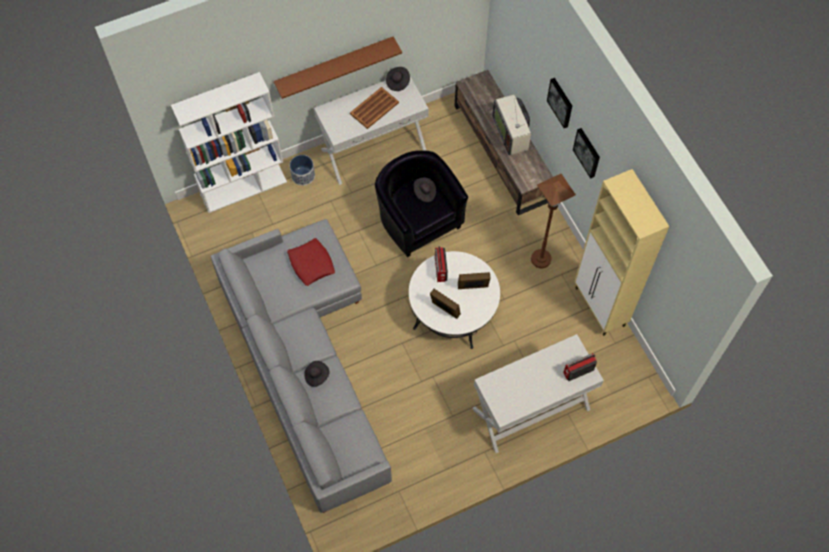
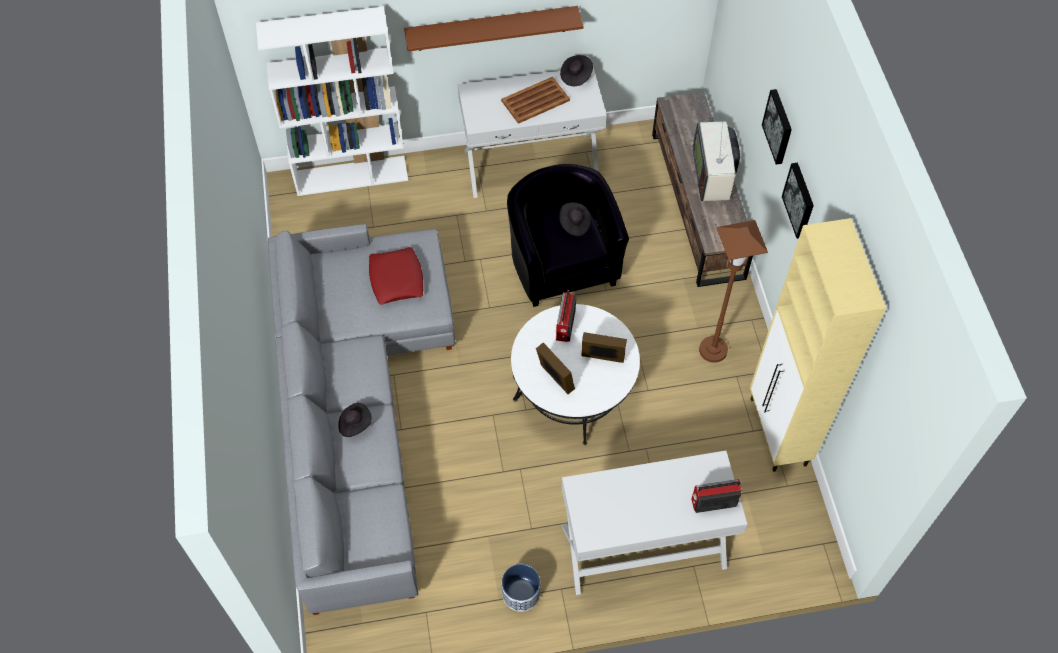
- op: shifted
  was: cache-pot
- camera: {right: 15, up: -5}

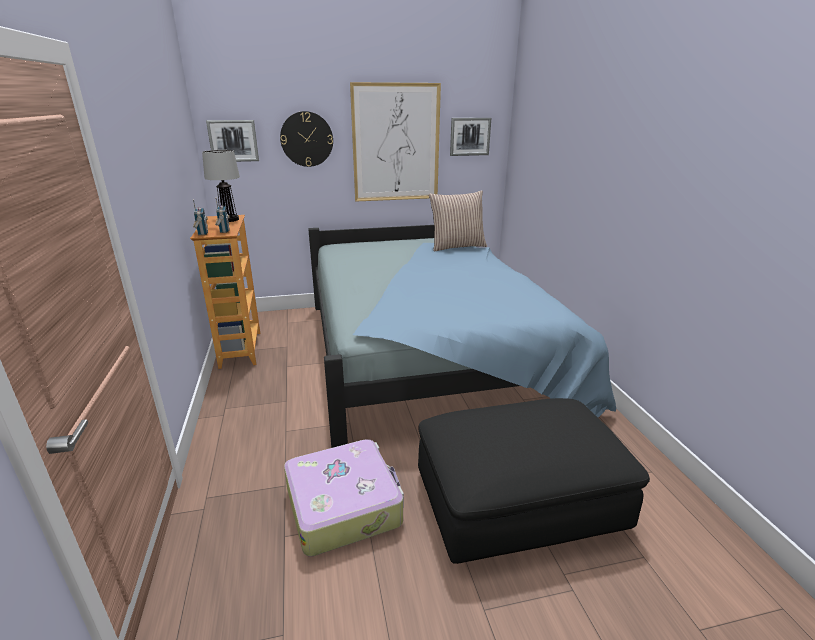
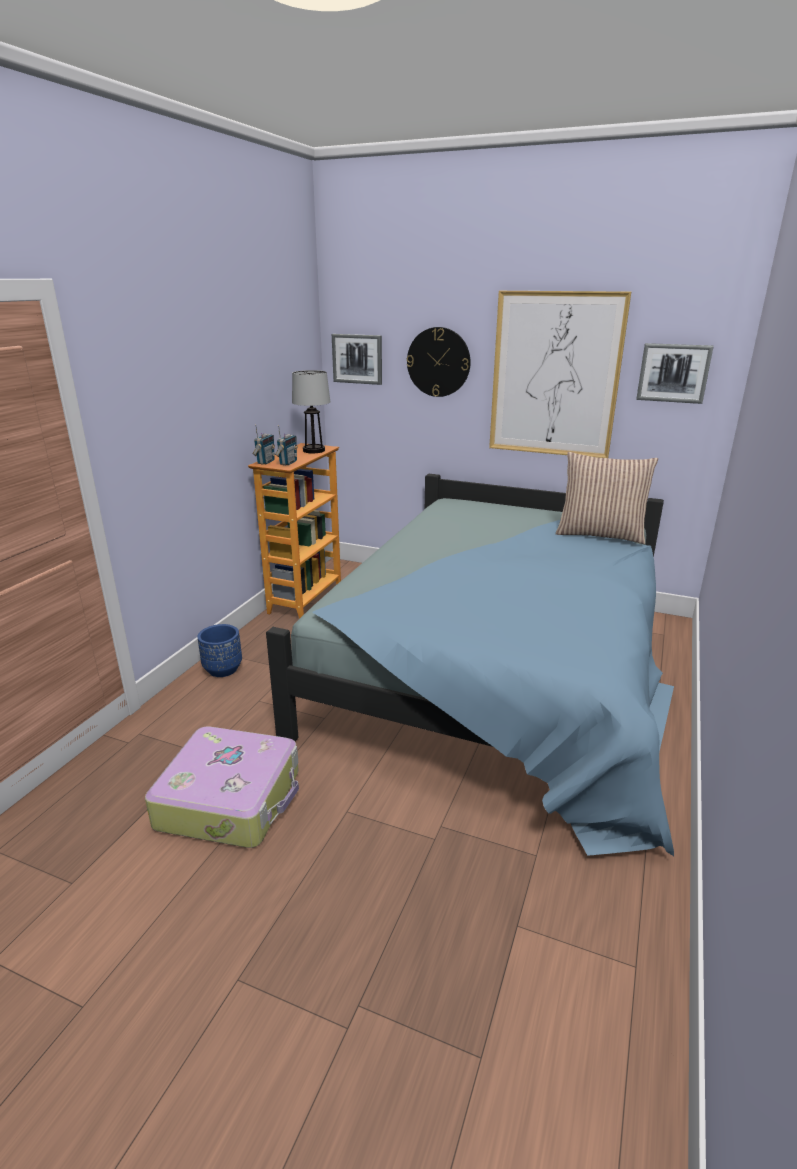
- op: gone
  was: pouf/noir
- op: new
  now: cache-pot/bleu
- camera: {right: 35, up: 0}

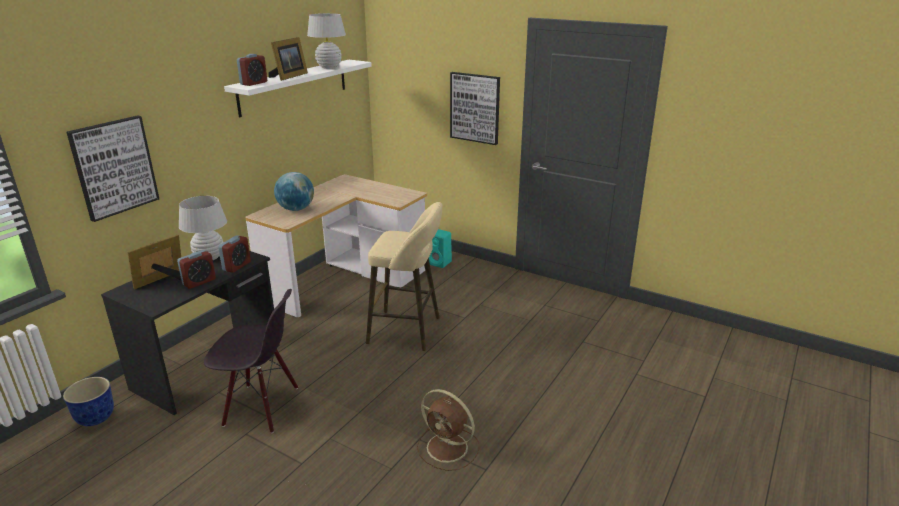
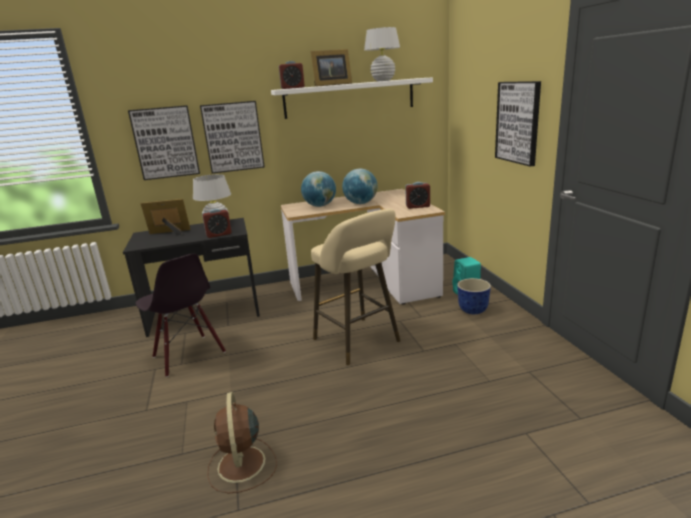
- op: shifted
  was: réveil (no. 1 from left in the first image)
  now: réveil (no. 3 from left)
- op: shifted
  was: cache-pot
- op: new
  now: tableau (no. 2 from left)
- op: new
  now: globe (no. 2 from left)
- camera: {right: 45, up: -5}

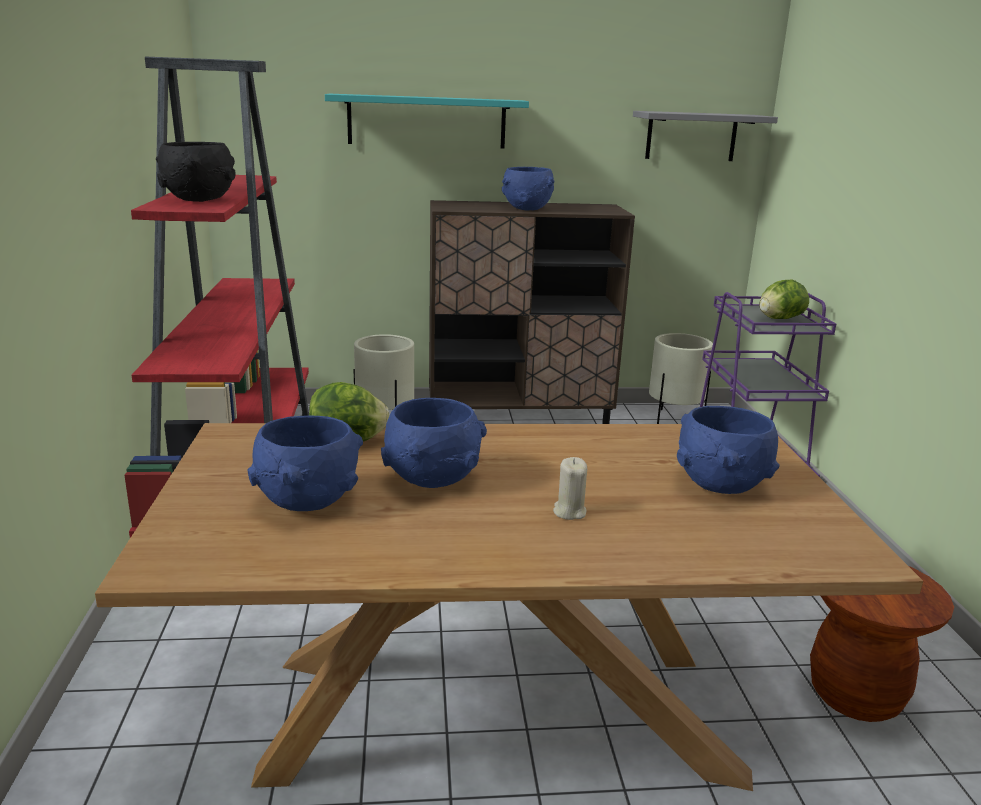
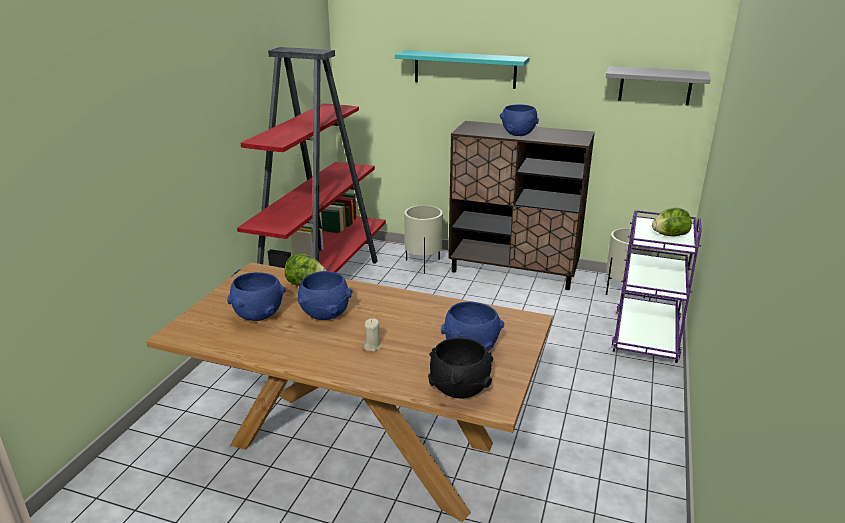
- op: shifted
  was: bol/noir
- op: gone
  was: tabouret/marron
- camera: {right: 25, up: 5}

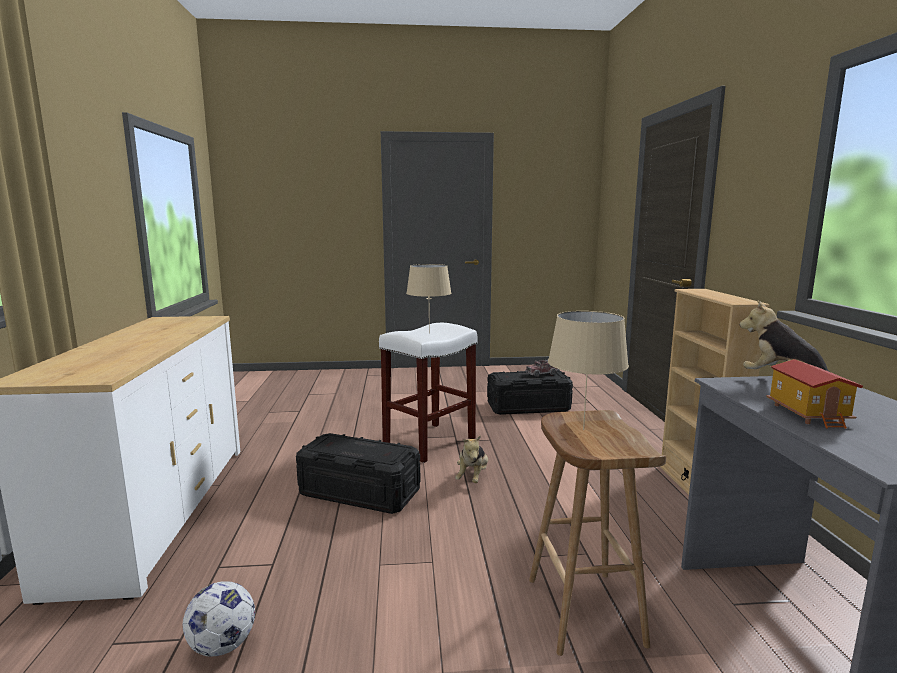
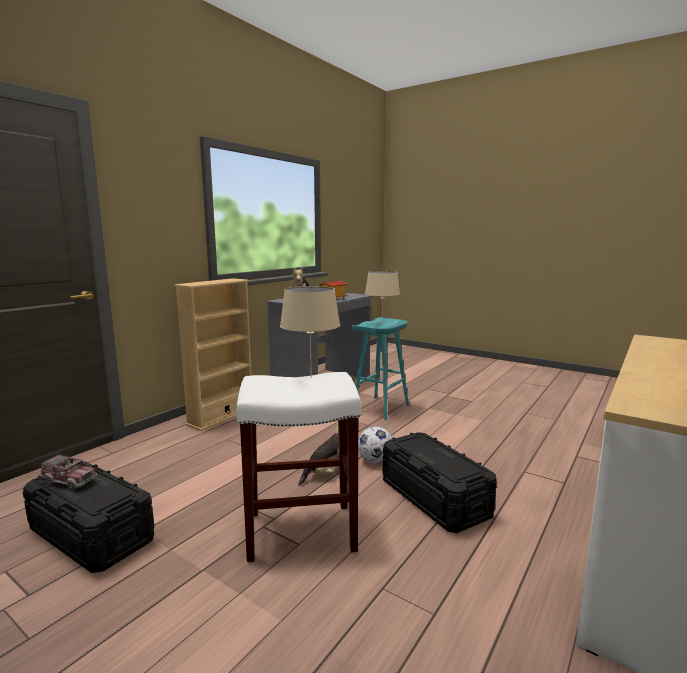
- op: repainted
  was: tabouret/marron
  now: tabouret/turquoise
- op: shifted
  was: ballon de foot
- camera: {right: -140, up: 0}

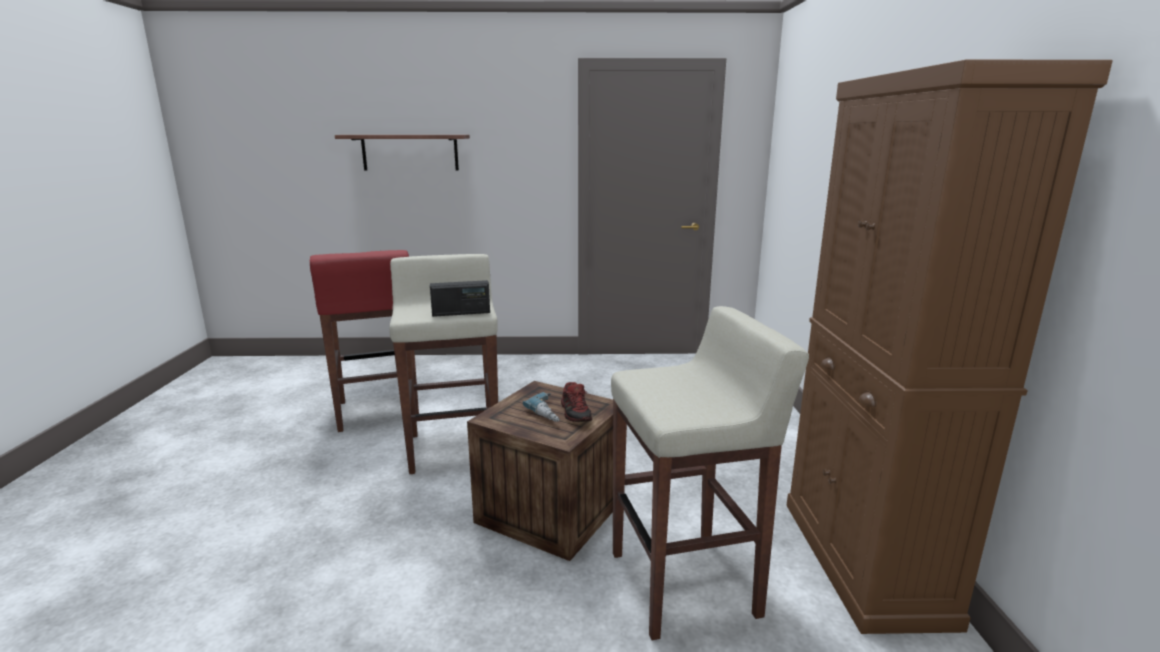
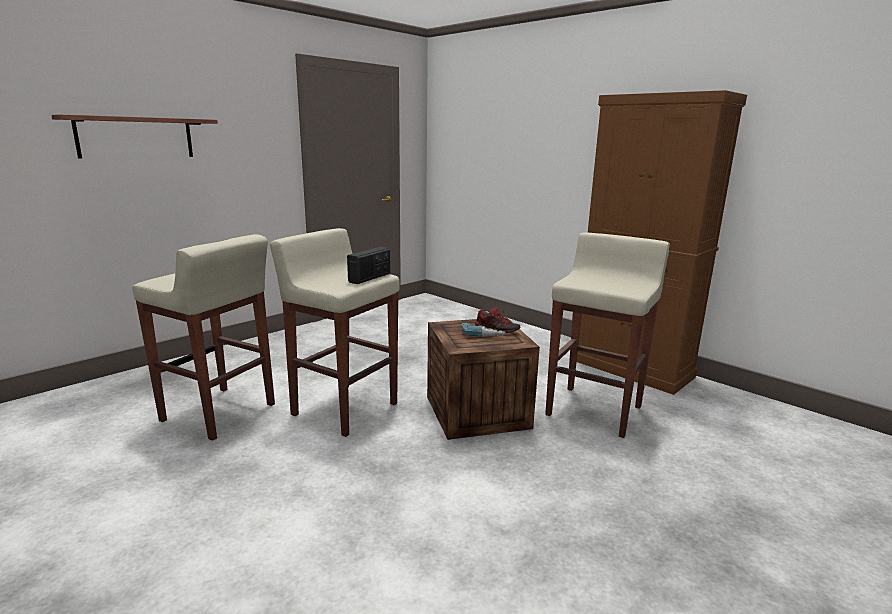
- op: repainted
  was: tabouret/rouge
  now: tabouret/beige (no. 1 from left)
- camera: {right: -45, up: 0}

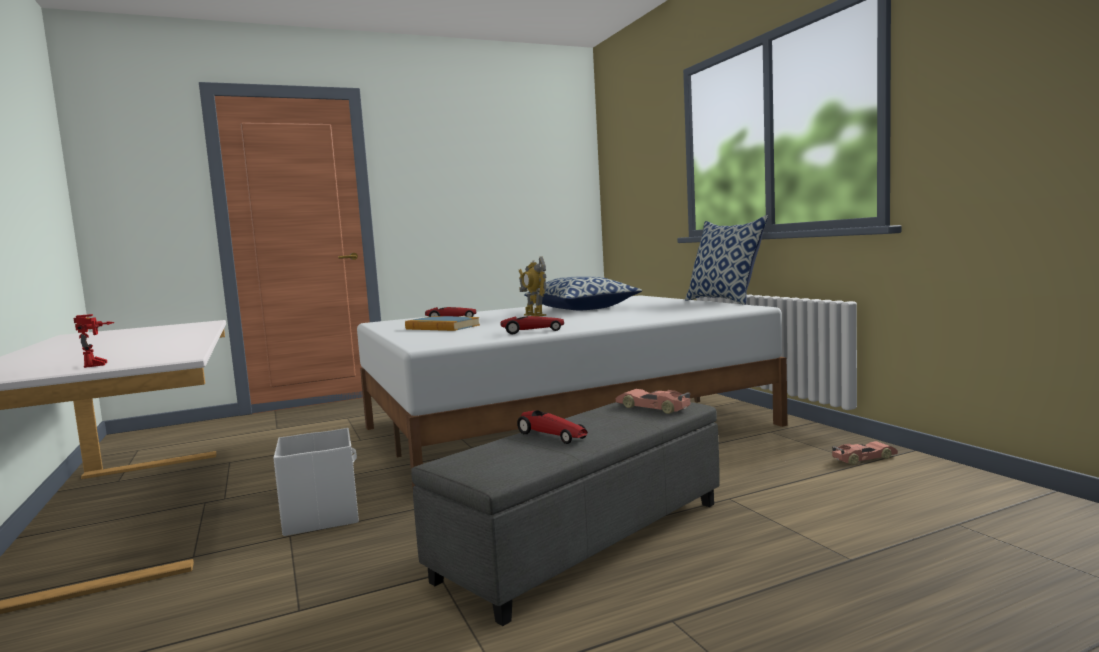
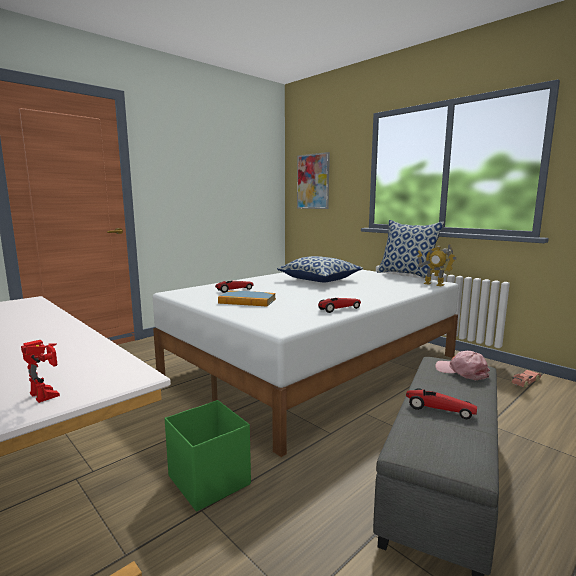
- op: shifted
  was: robot jouet (no. 2 from left)
- op: swapped
  was: petite voiture (no. 4 from left)
  now: casquette/rose
- op: repainted
  was: boîte de rangement/blanc
  now: boîte de rangement/vert
- op: new
  now: tableau
- camera: {right: -20, up: 5}

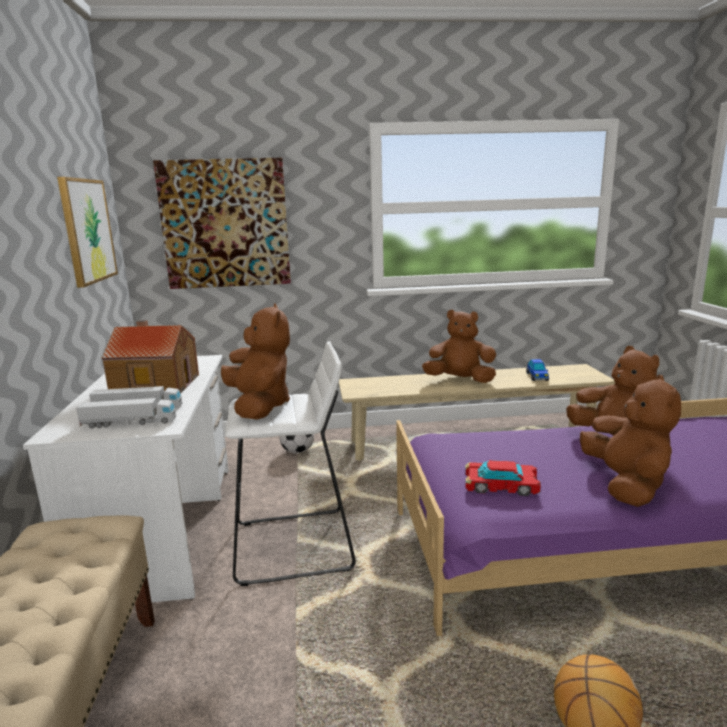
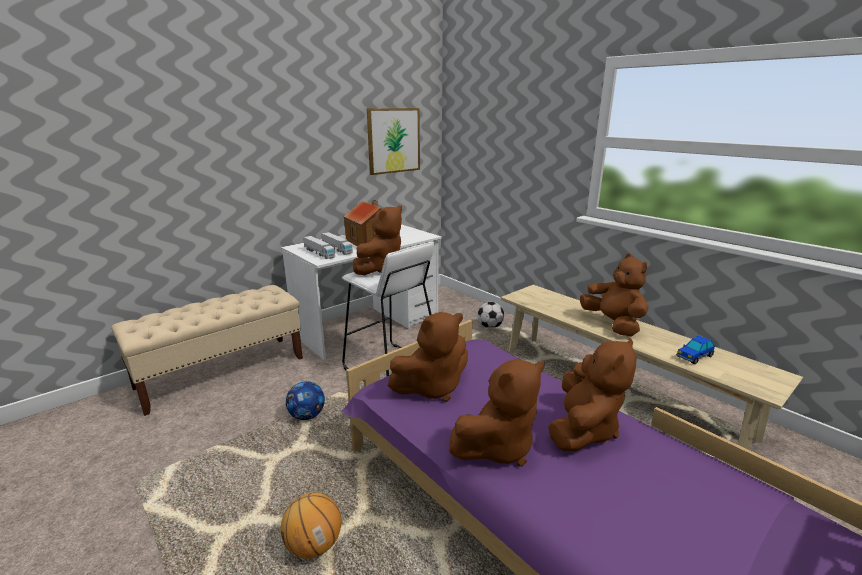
- op: gone
  was: tableau (no. 2 from left)
- op: swapped
  was: petite voiture (no. 1 from left)
  now: peluche/marron (no. 2 from left)
- op: new
  now: ballon de foot (no. 1 from left)
- camera: {right: 55, up: 5}

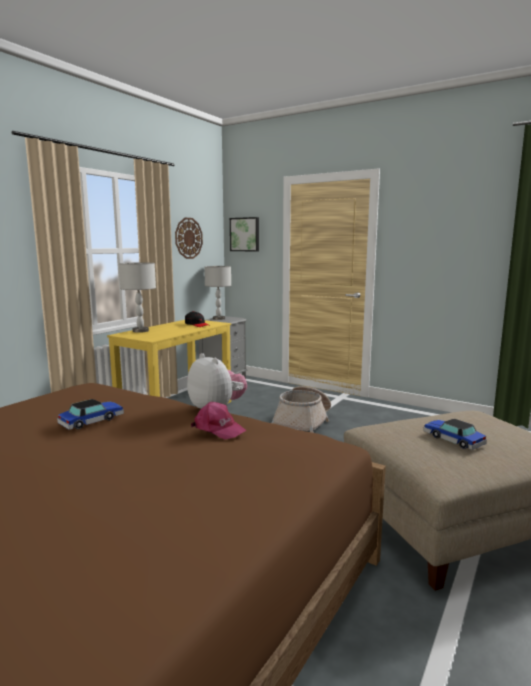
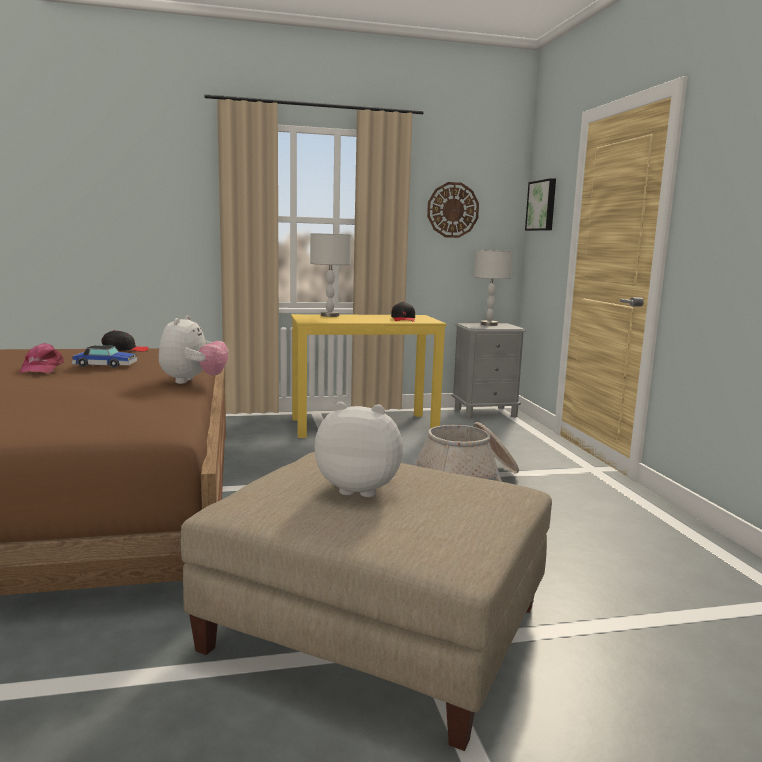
- op: shifted
  was: casquette/rose
- op: swapped
  was: petite voiture (no. 2 from left)
  now: peluche (no. 2 from left)
- op: new
  now: casquette/noir (no. 1 from left)
- camera: {right: 45, up: 0}

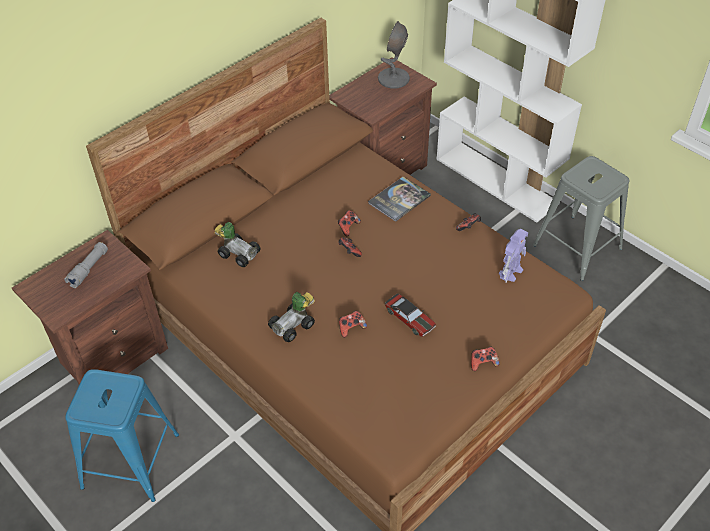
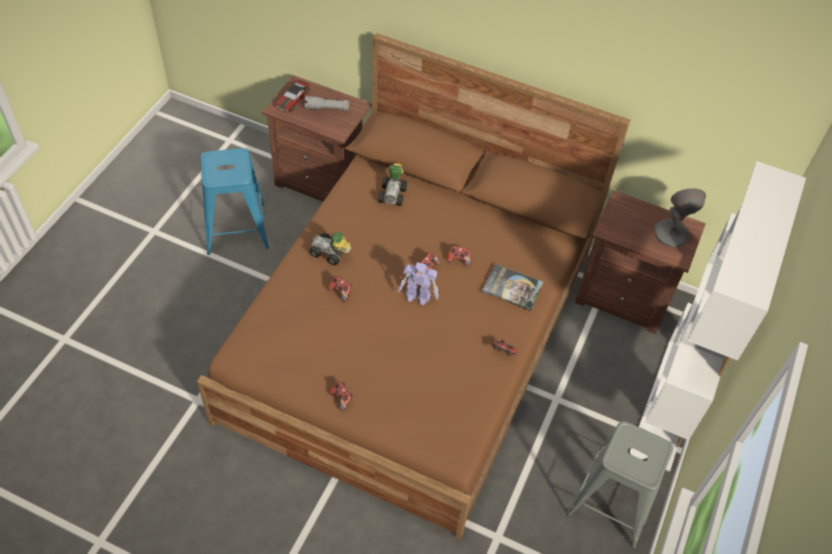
- op: shifted
  was: robot jouet
- op: shifted
  was: petite voiture (no. 3 from left in the first image)
  now: petite voiture (no. 1 from left)
- camera: {right: 65, up: 5}

